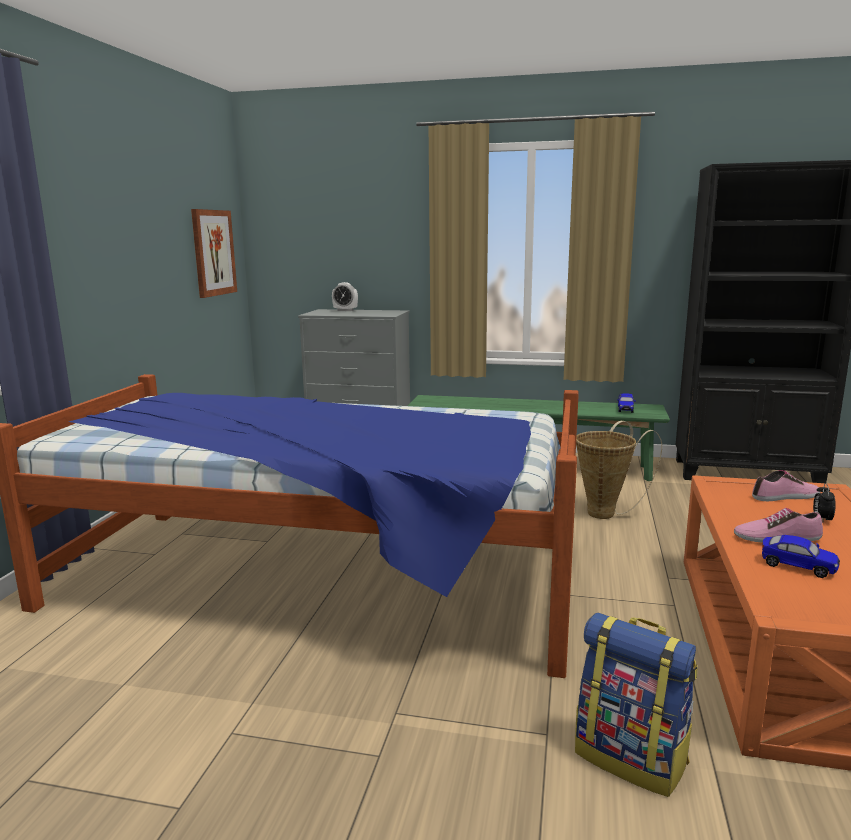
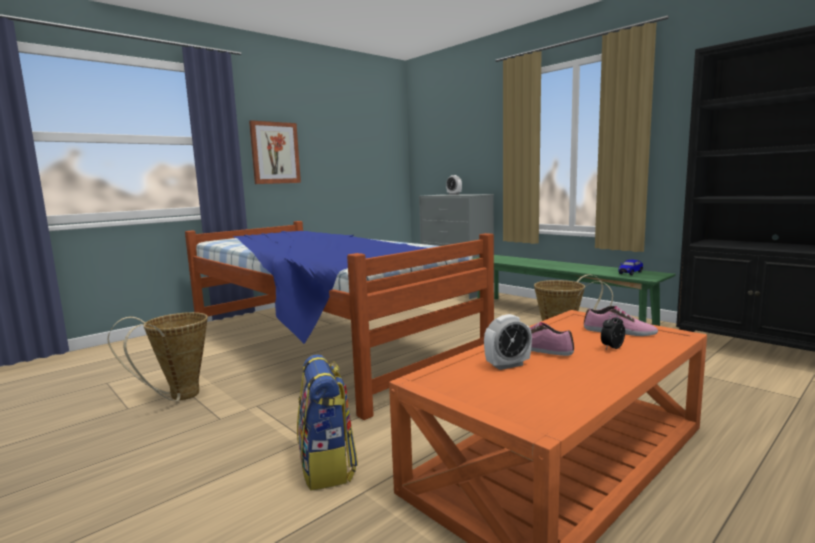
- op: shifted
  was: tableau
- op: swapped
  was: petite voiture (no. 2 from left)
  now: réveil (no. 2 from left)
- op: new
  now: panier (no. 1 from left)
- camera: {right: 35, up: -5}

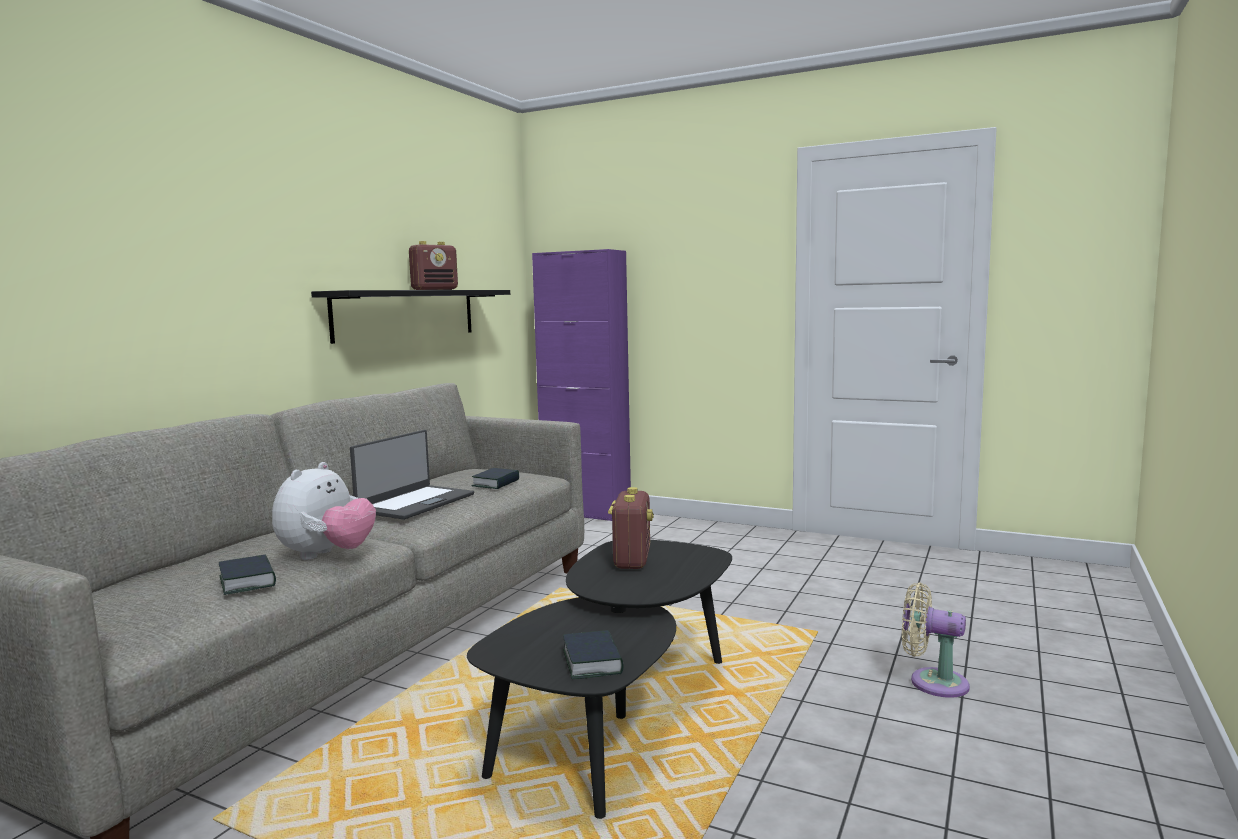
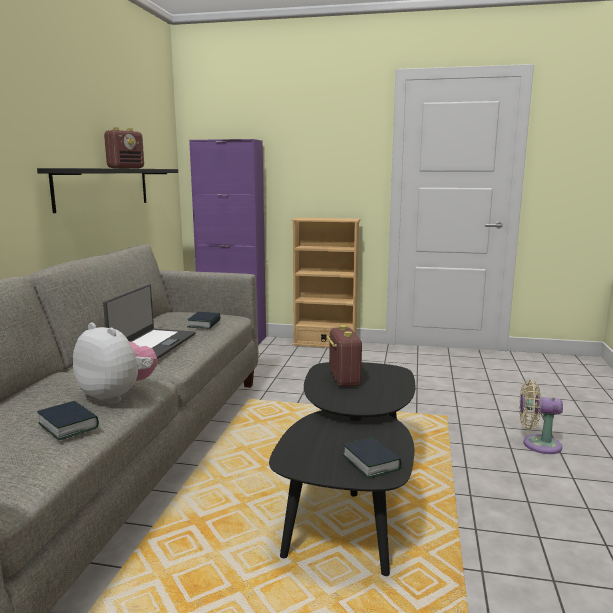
- op: rotated
  was: peluche
  clockwise: -60
- op: new
  now: bibliothèque/beige
- camera: {right: -15, up: 5}

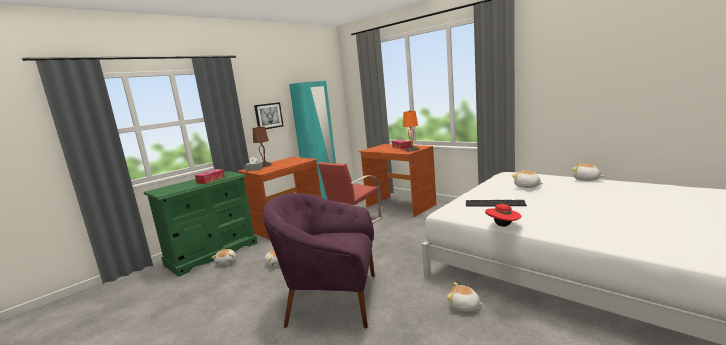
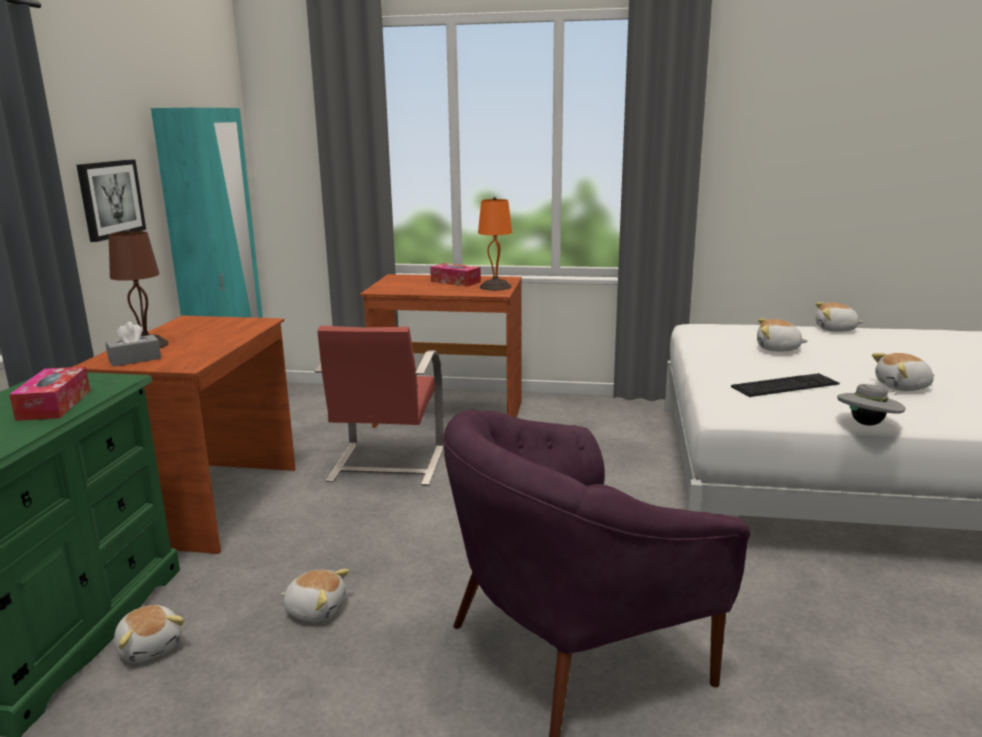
- op: repainted
  was: chapeau/rouge
  now: chapeau/gris
- op: shifted
  was: peluche (no. 3 from left in the first image)
  now: peluche (no. 5 from left)
- camera: {right: -35, up: 5}

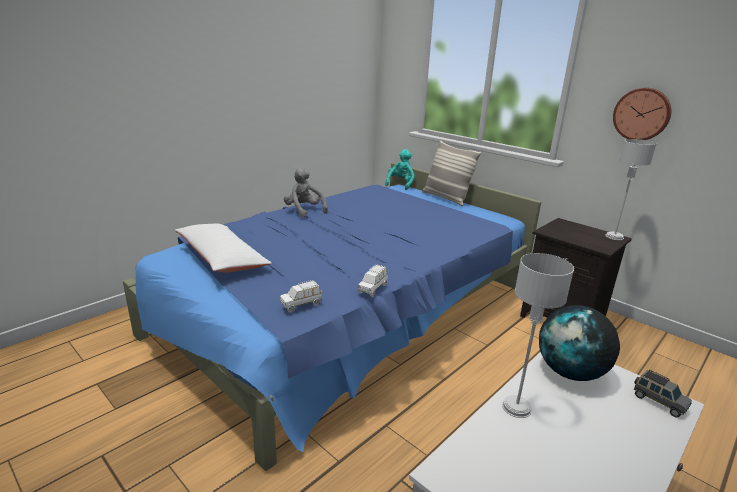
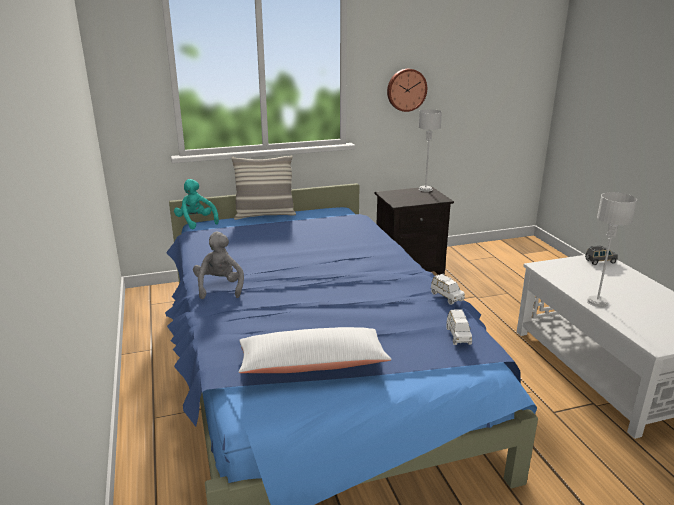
- op: rotated
  was: peluche/gris
  clockwise: 90
- op: gone
  was: globe
- camera: {right: -60, up: 0}

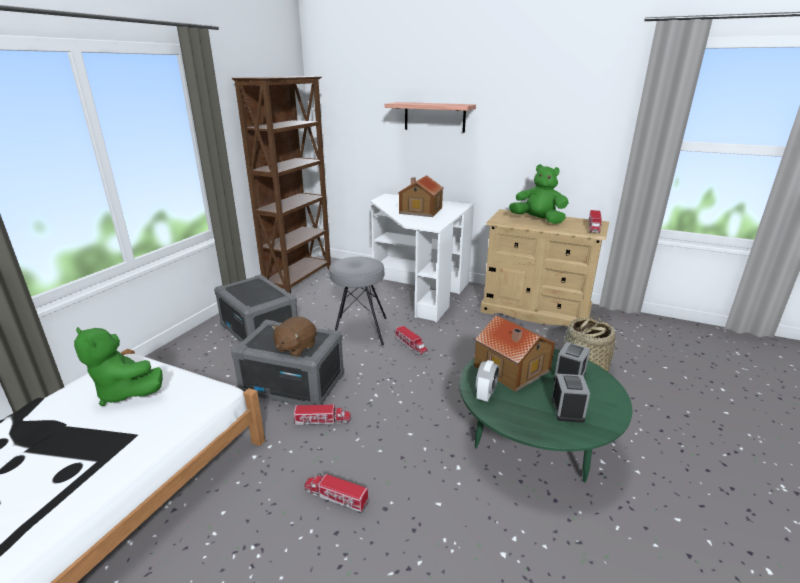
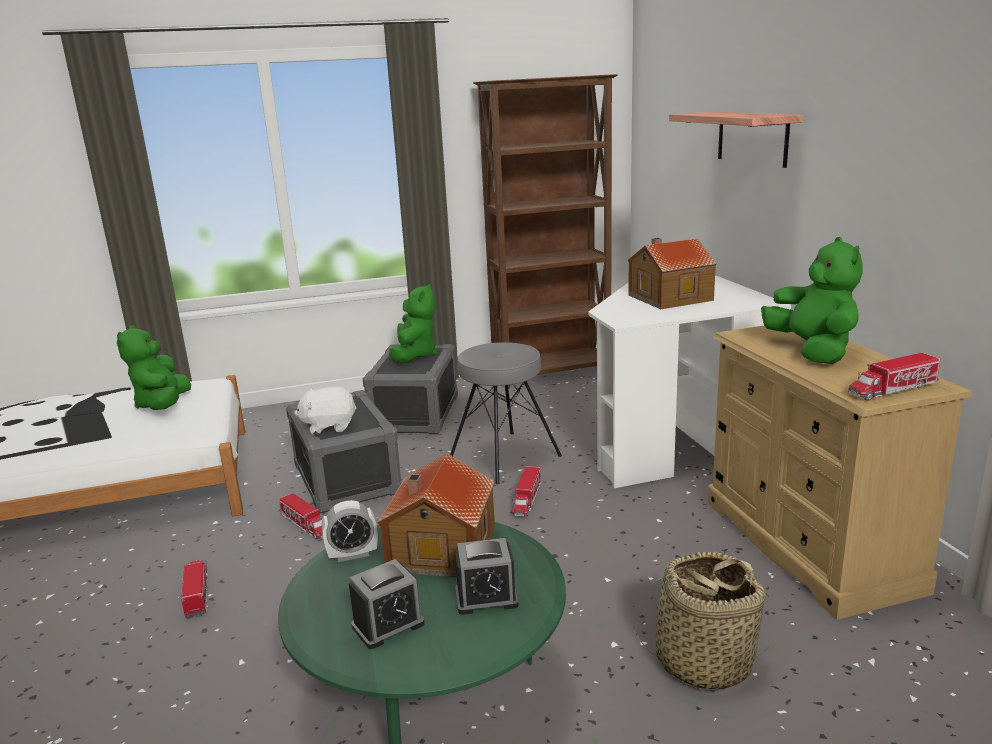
- op: repainted
  was: peluche/marron
  now: peluche/blanc
- op: new
  now: peluche/vert (no. 2 from left)
- camera: {right: 50, up: -5}

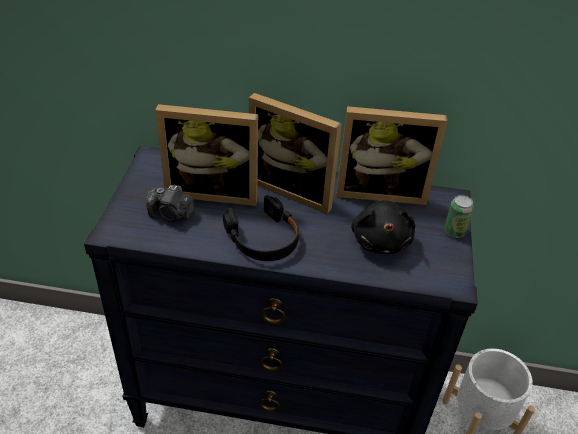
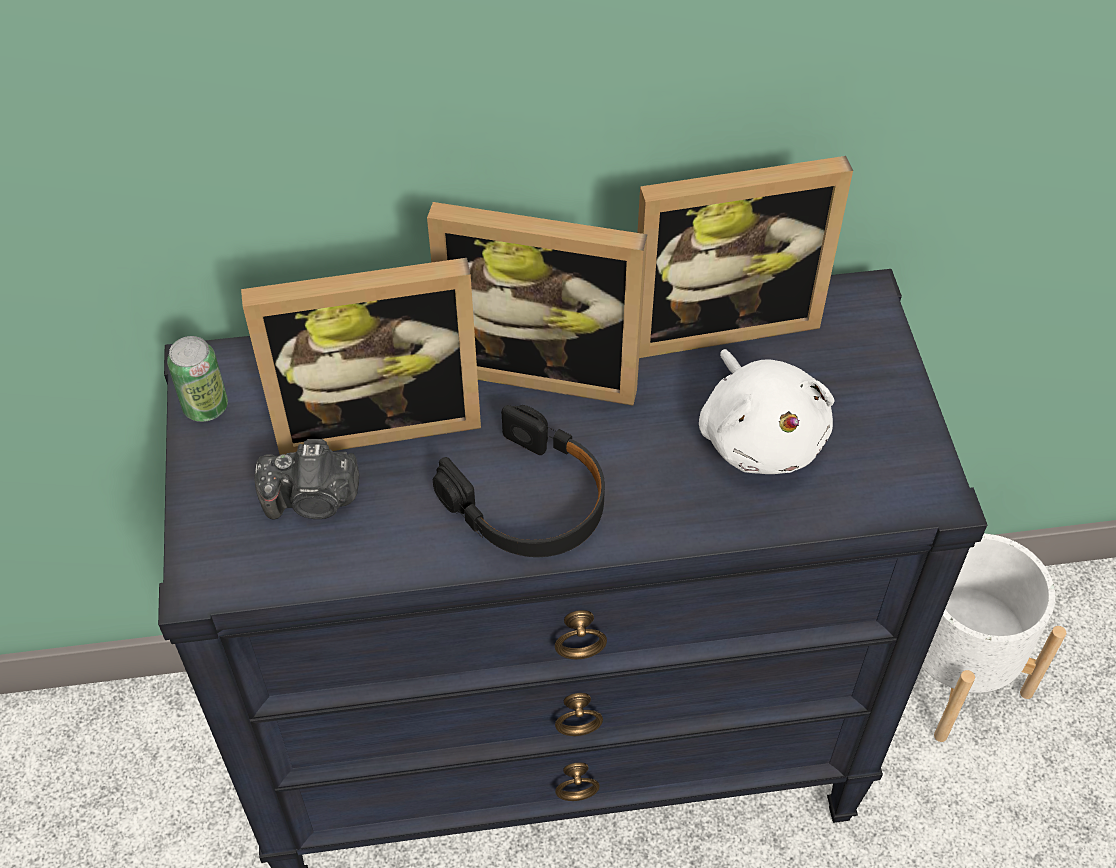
- op: shifted
  was: boîte métallique
- op: repainted
  was: peluche/noir
  now: peluche/blanc
- camera: {right: -15, up: 10}

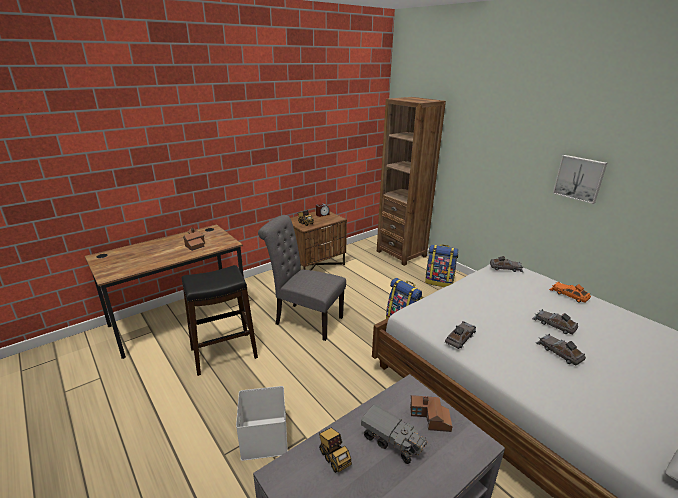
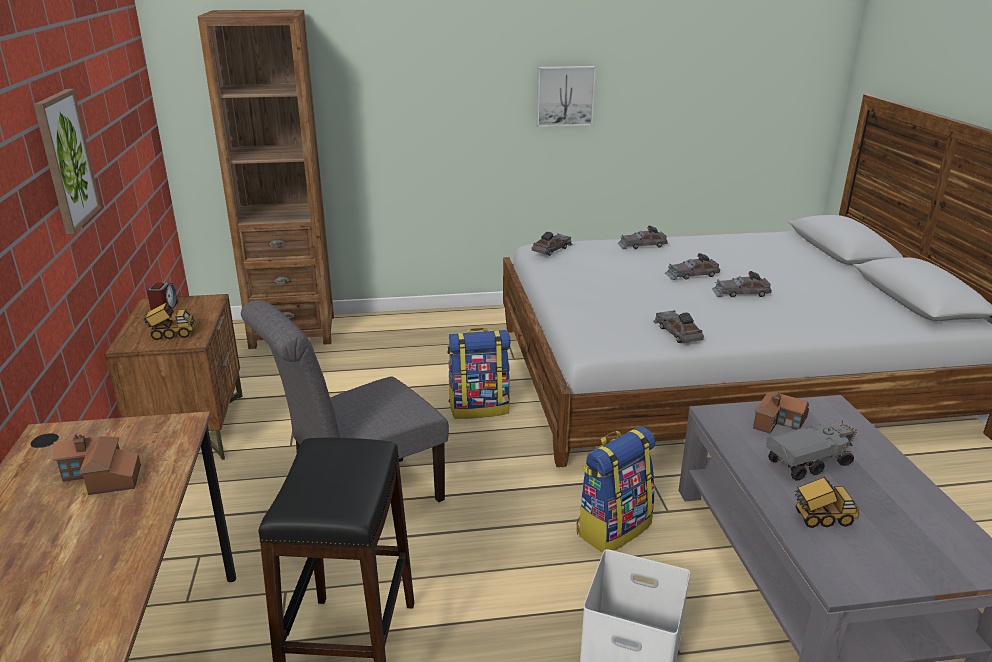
- op: shifted
  was: sac à dos (no. 2 from left)
- op: repainted
  was: petite voiture/orange
  now: petite voiture/gris (no. 2 from left)
- op: new
  now: tableau (no. 1 from left)
- camera: {right: -60, up: 0}

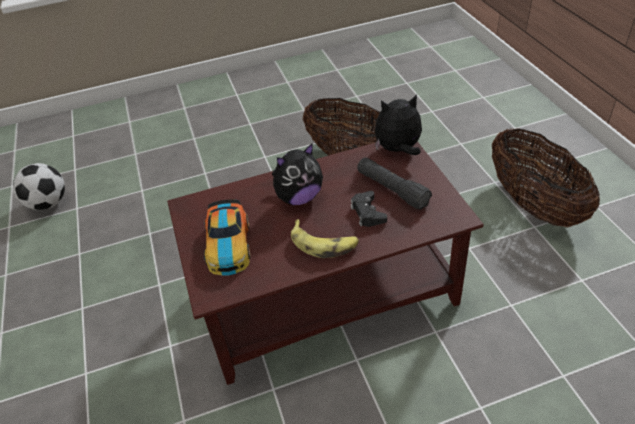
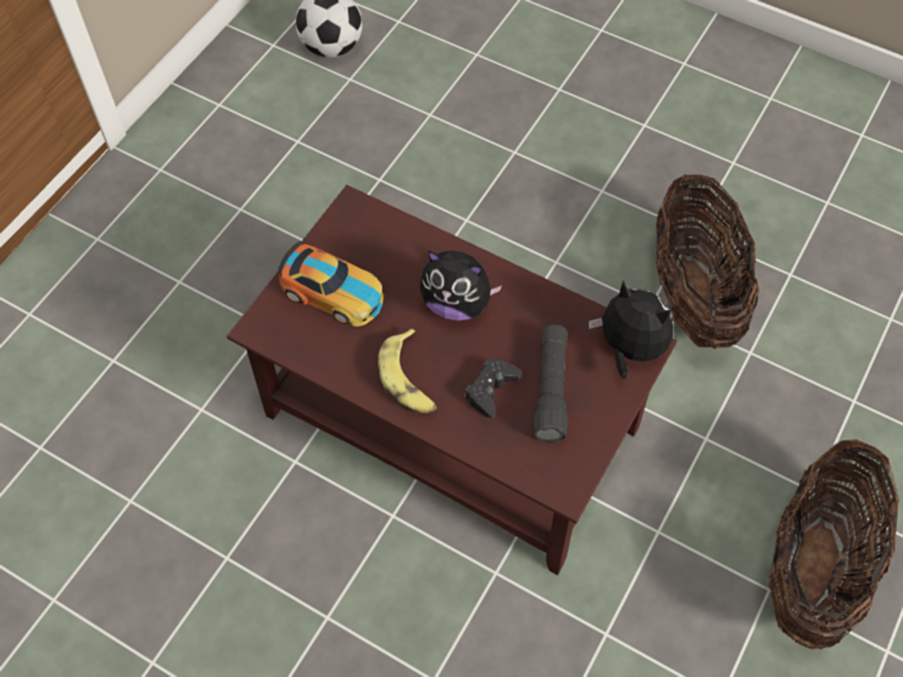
- op: rotated
  was: petite voiture
  clockwise: -105
- camera: {right: 45, up: 15}

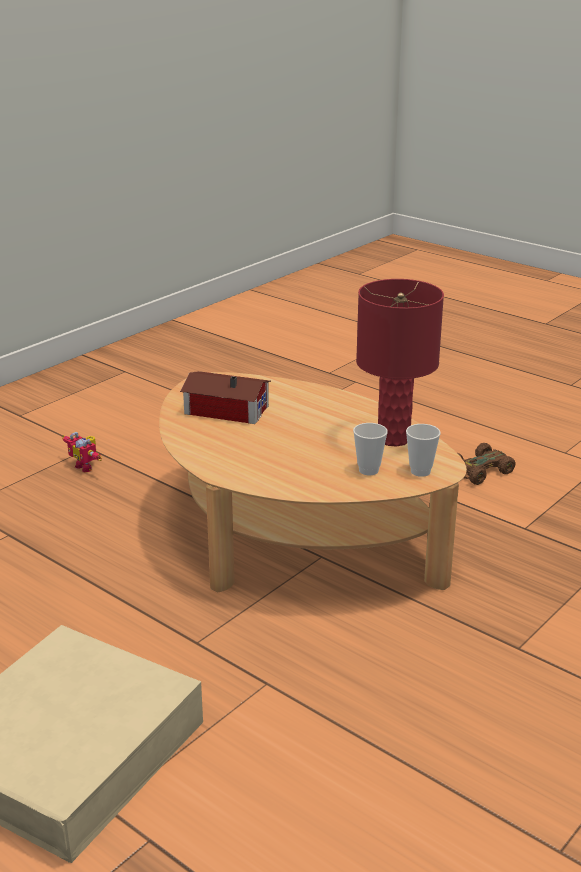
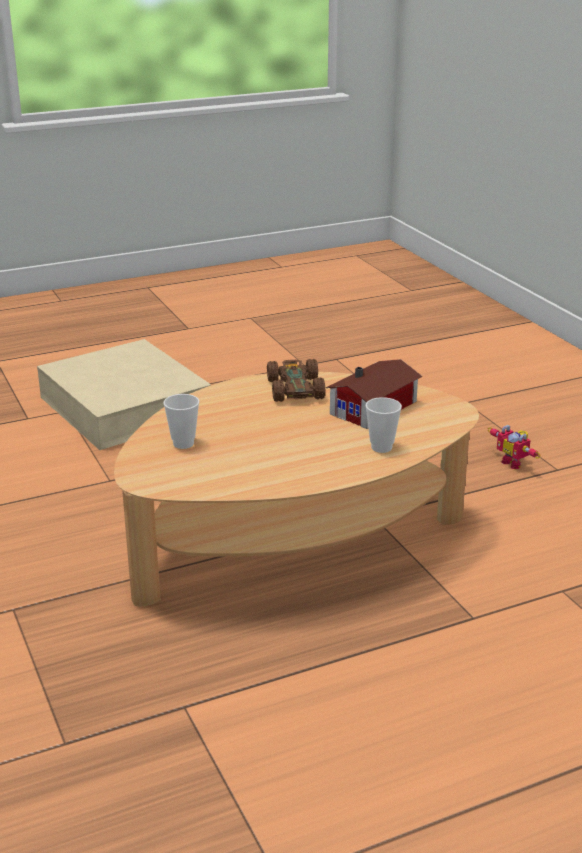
- op: gone
  was: lampe de table/rouge
- op: shifted
  was: tasse (no. 2 from left)
- op: rotated
  was: robot jouet
  clockwise: -105
- op: shifted
  was: petite voiture/marron
- camera: {right: 115, up: 0}

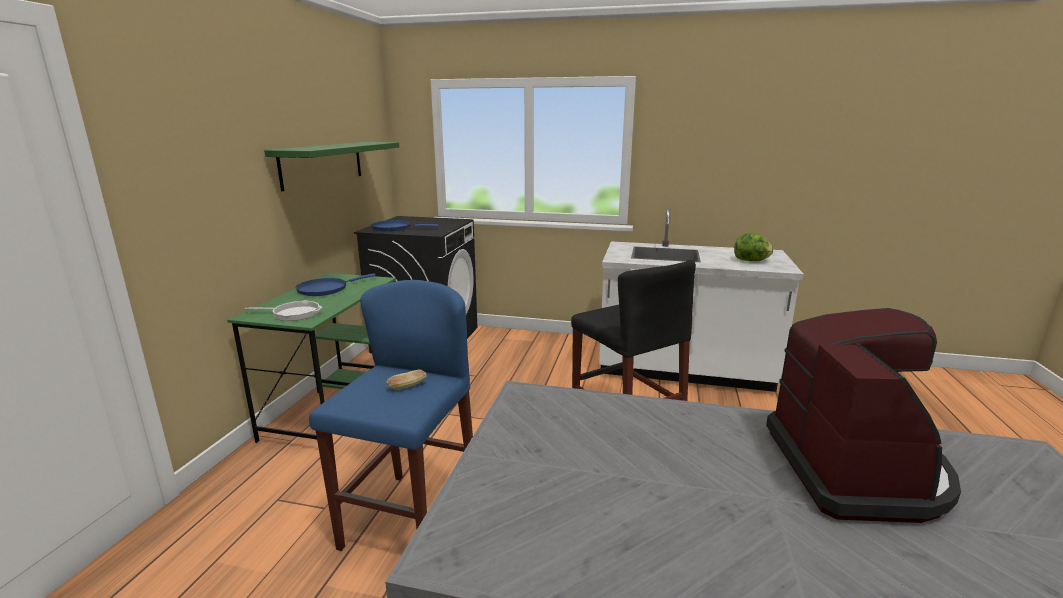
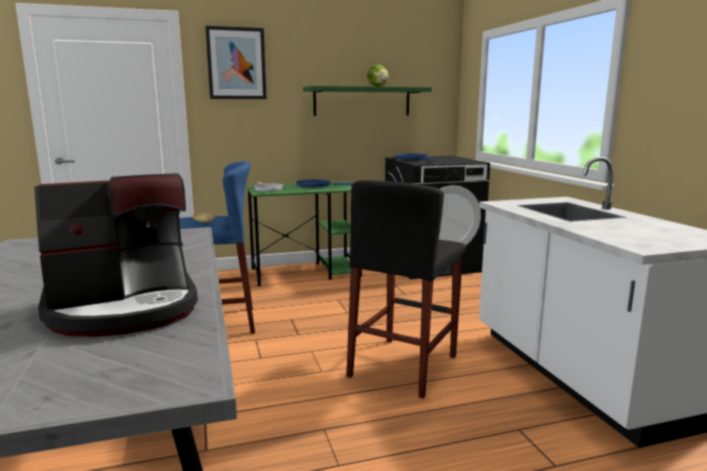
- op: shifted
  was: laitue
- op: new
  now: tableau
- camera: {right: 60, up: -5}

